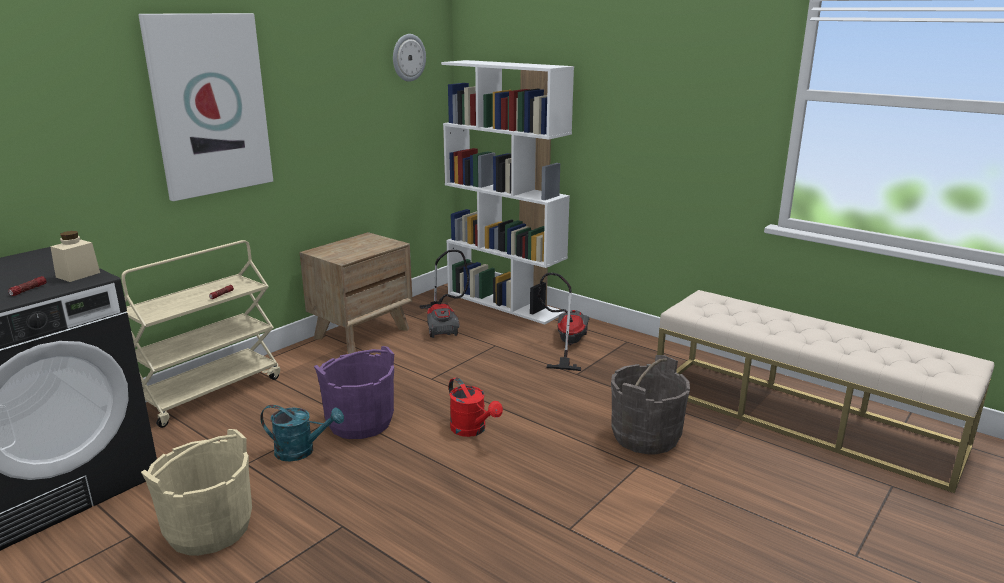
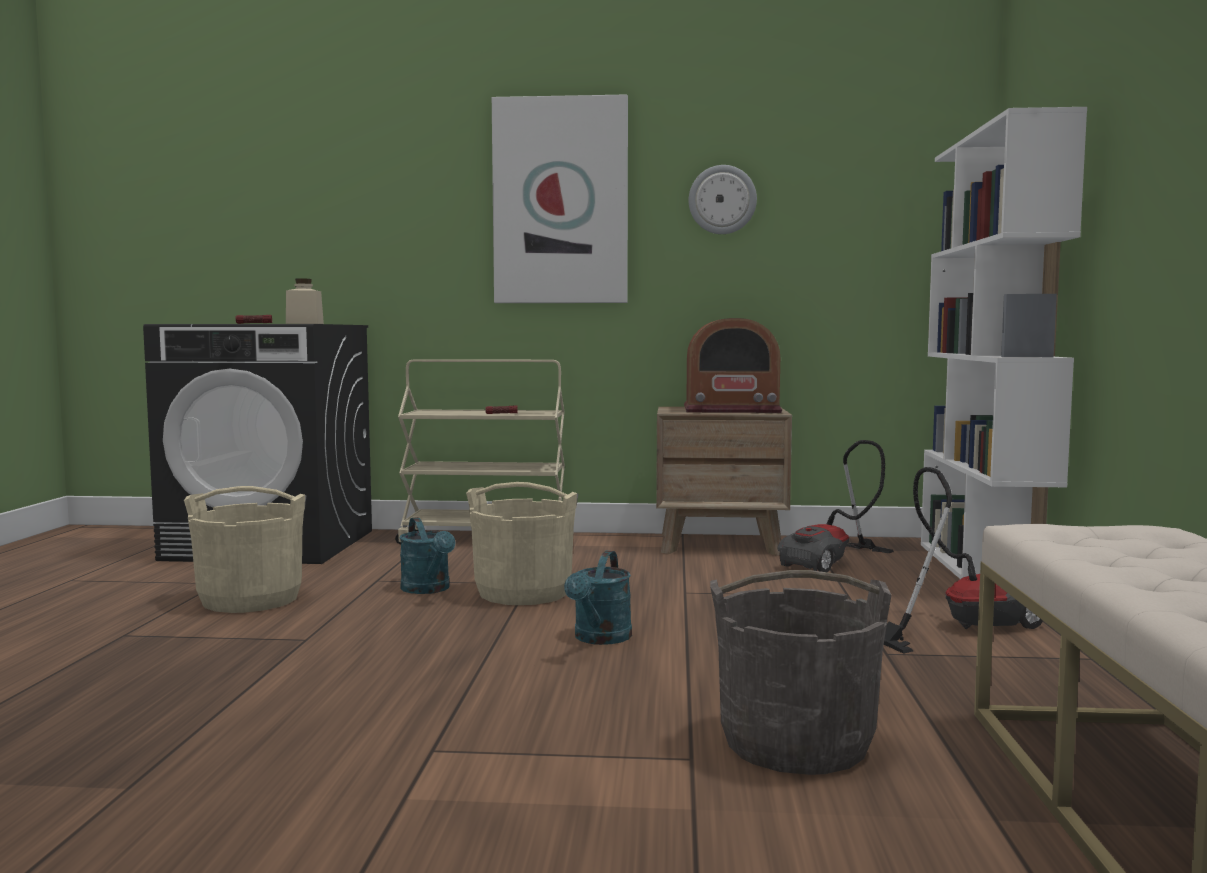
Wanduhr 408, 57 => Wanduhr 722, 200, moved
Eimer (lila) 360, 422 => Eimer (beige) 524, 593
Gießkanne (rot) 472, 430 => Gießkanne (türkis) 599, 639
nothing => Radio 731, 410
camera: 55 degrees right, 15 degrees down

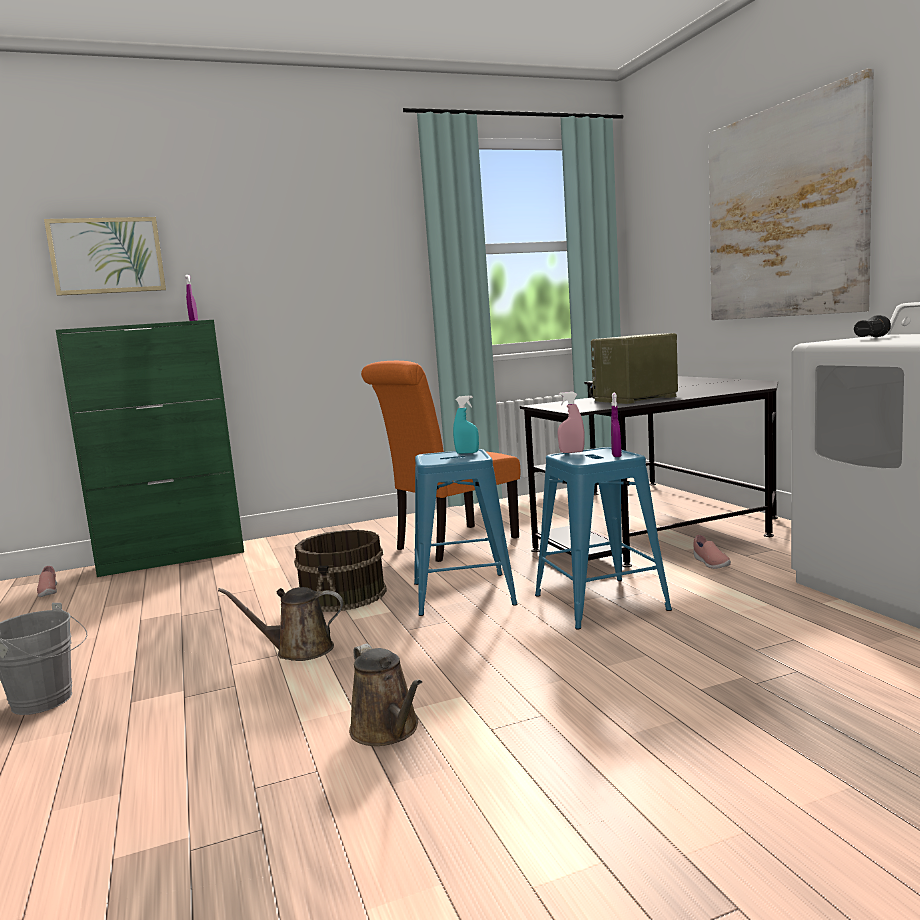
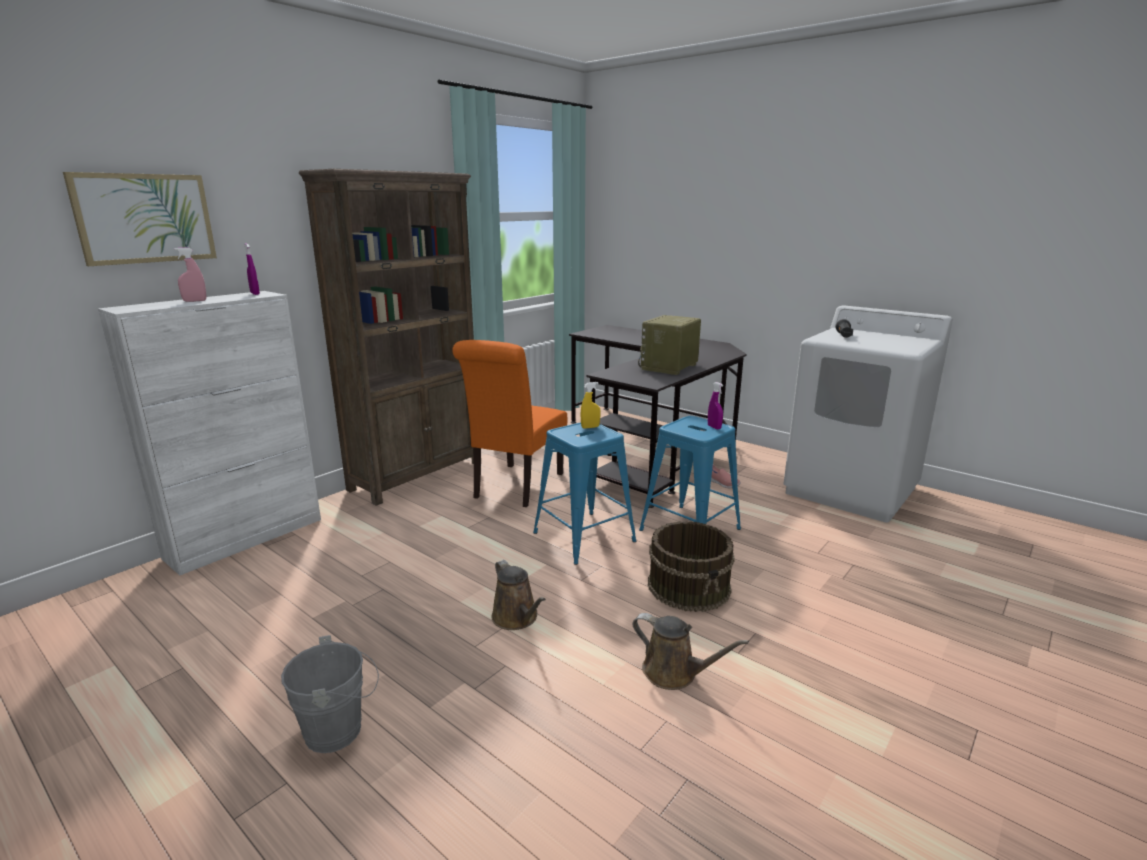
Bild 783, 213 => nothing
Schrank (grün) 173, 558 => Schrank (weiß) 247, 538
Sprühflasche (rosa) 571, 452 => Sprühflasche (rosa) 195, 301, moved
Sprühflasche (türkis) 467, 453 => Sprühflasche (gelb) 590, 427
Eimer (braun) 344, 595 => Eimer (braun) 689, 586, moved
Schuh (rosa) 48, 592 => nothing
Gießkanne (braun) 299, 650 => Gießkanne (braun) 517, 618, 90 degrees counterclockwise
nothing => Bücherregal (braun) 417, 475
camera: 30 degrees left, 10 degrees up

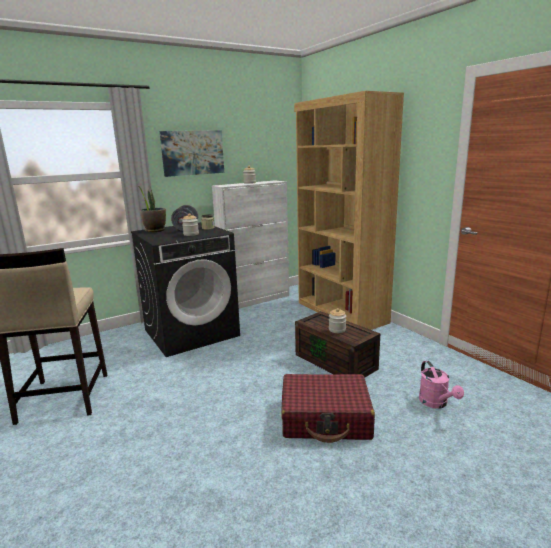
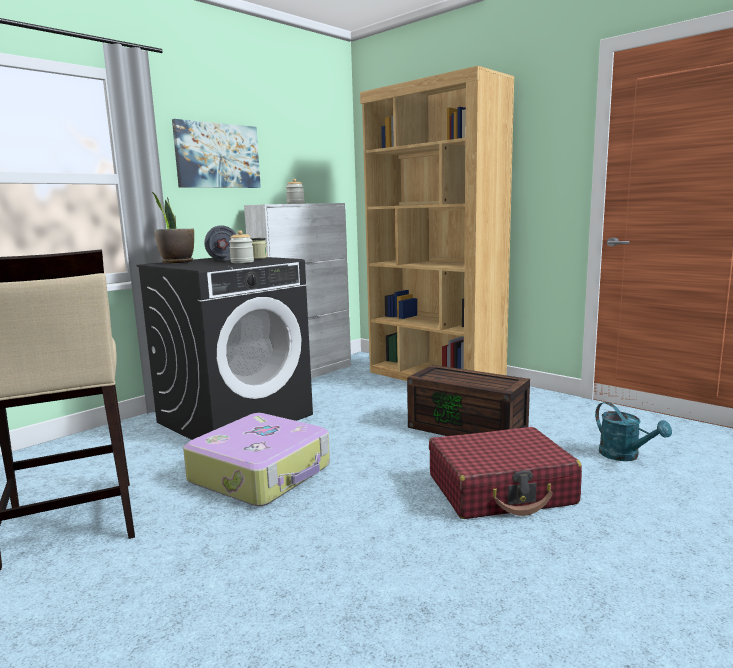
Vorratsglas 337, 330 => nothing
Gießkanne (rosa) 436, 403 => Gießkanne (türkis) 625, 456
nothing => Koffer 262, 474
camera: 15 degrees left, 5 degrees down

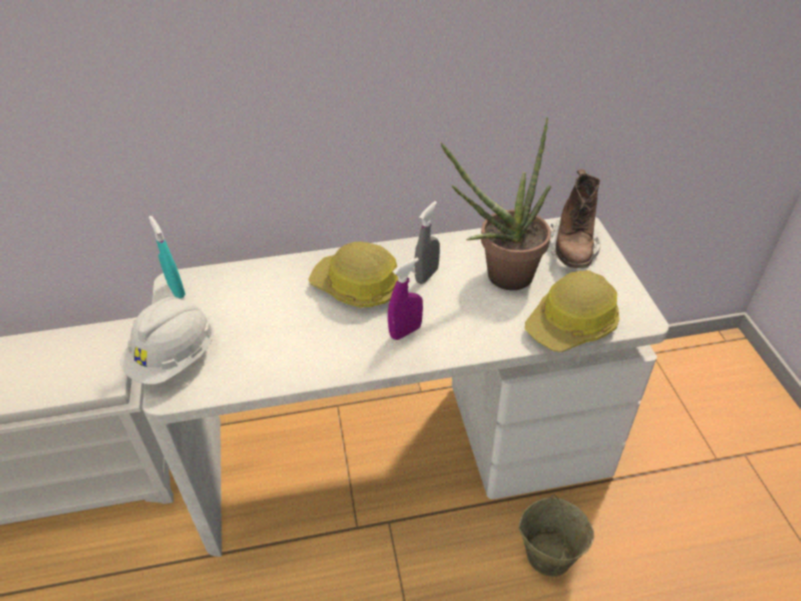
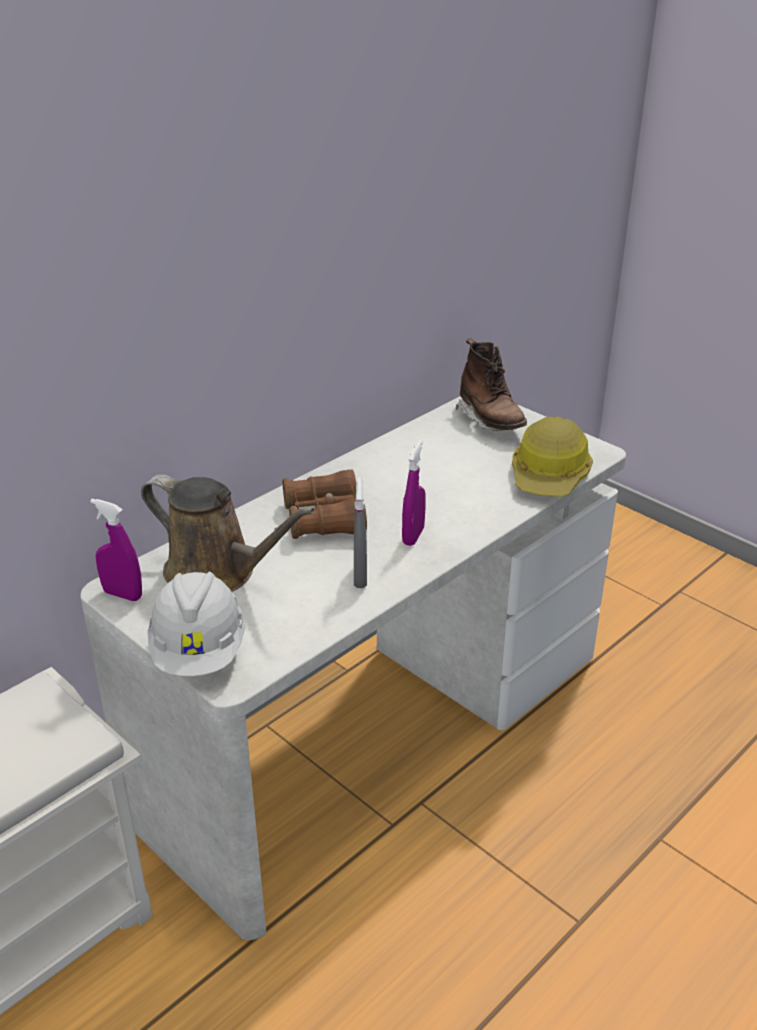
Topfpflanze 500, 277 => nothing
Sprühflasche (grau) 426, 275 => Sprühflasche (grau) 360, 577, moved
Sprühflasche (türkis) 176, 290 => Sprühflasche (lila) 122, 594
Schutzhelm 358, 287 => Fernglas (braun) 325, 519
Eimer (beige) 548, 554 => nothing
nothing => Gießkanne (braun) 217, 573
camera: 35 degrees left, 10 degrees down

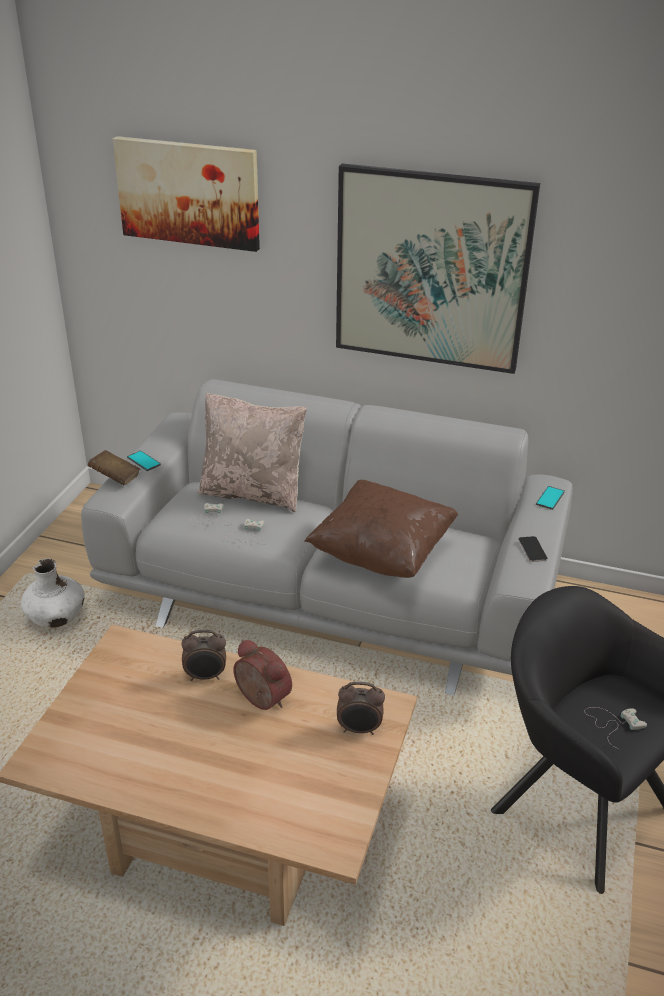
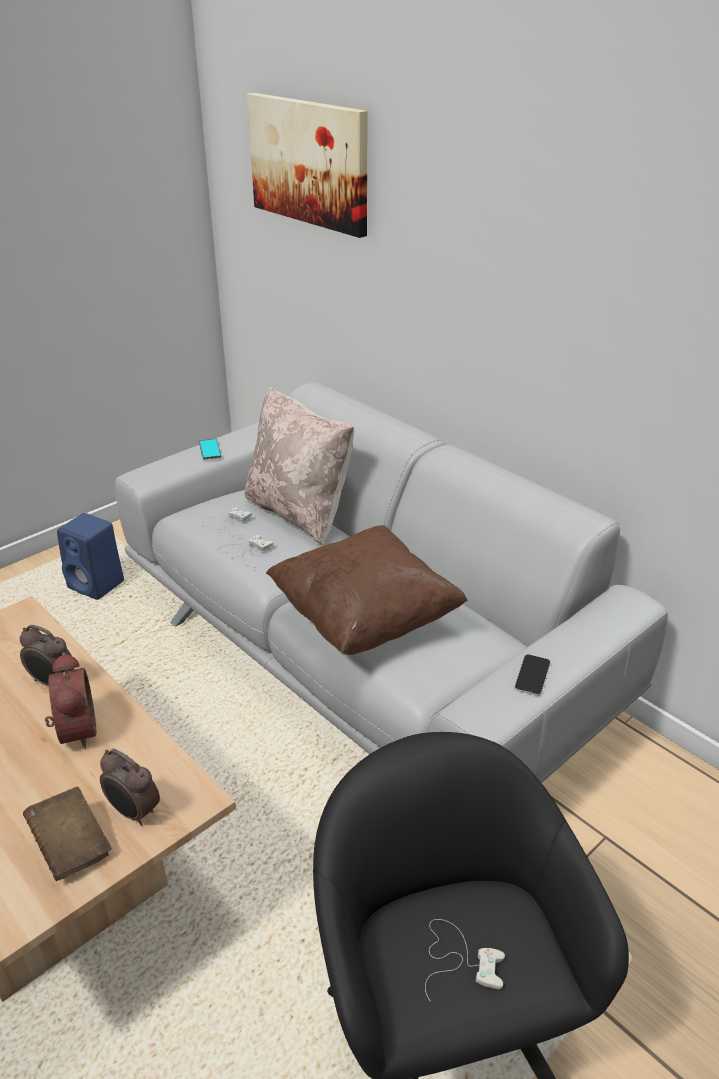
Bild 431, 269 => nothing
Buch (braun) 115, 478 => Buch (braun) 71, 846, moved
Handy 550, 498 => nothing
Vase (weiß) 57, 619 => Lautsprecher (blau) 98, 585
camera: 30 degrees right, 0 degrees up

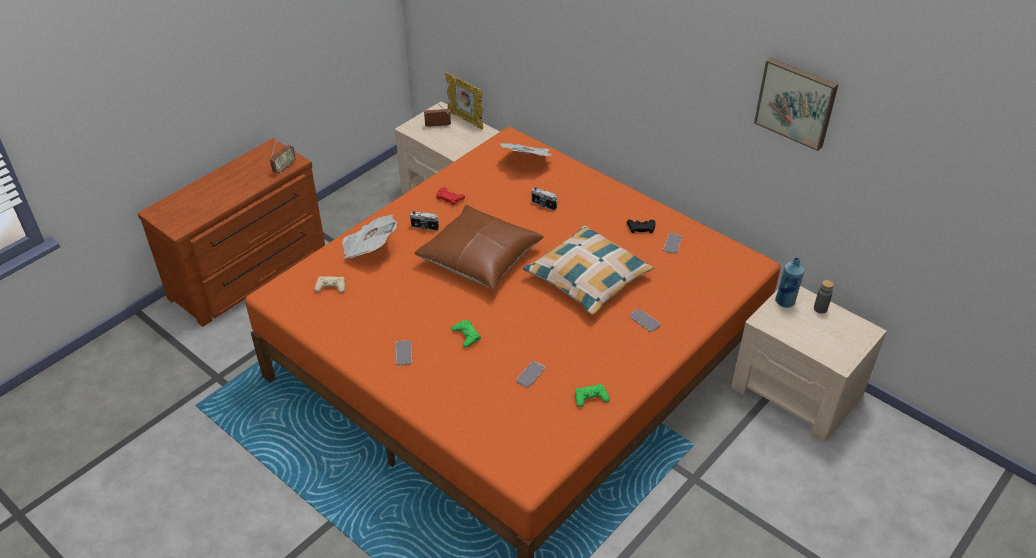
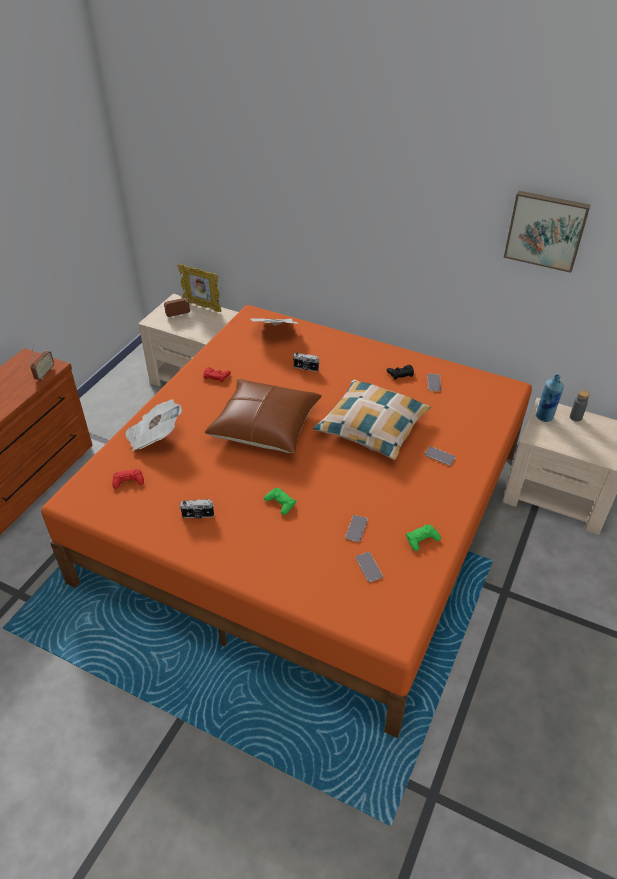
Kamera 424, 227 => Kamera 198, 515, moved
Gamepad (beige) 331, 287 => Gamepad (rot) 128, 481
Handy 403, 353 => Handy 368, 567, moved
camera: 15 degrees left, 0 degrees up

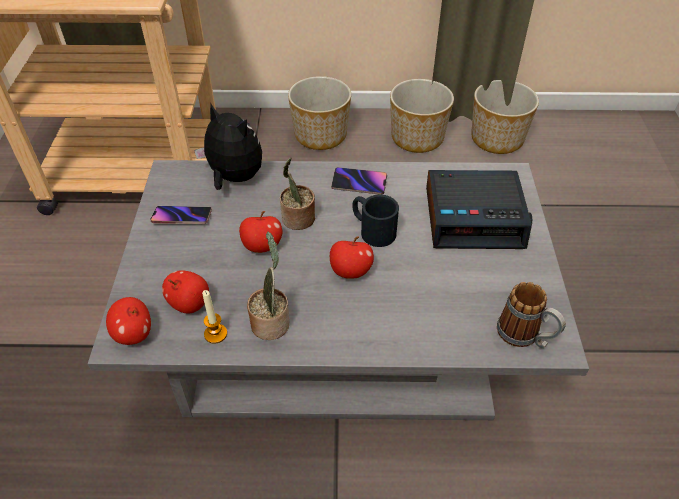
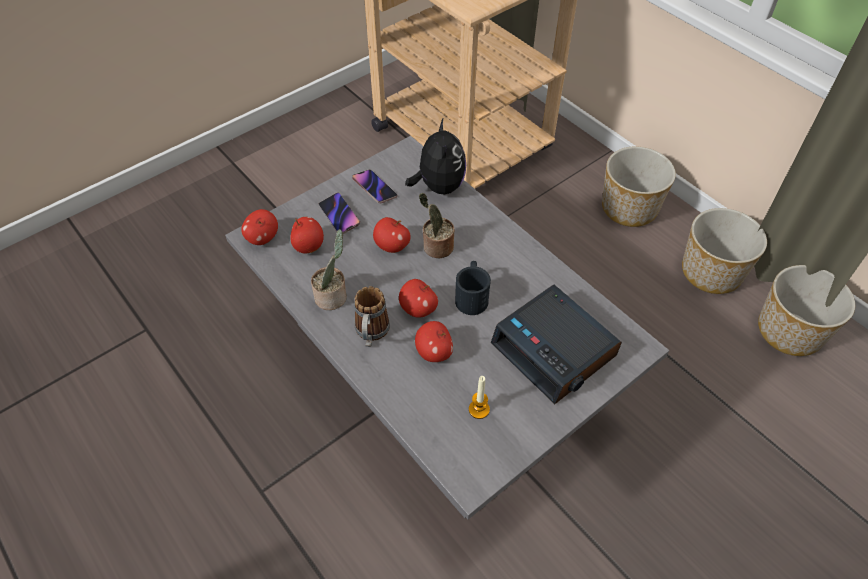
Handy 359, 183 => Handy 339, 215, moved
Henkelbecher 525, 337 => Henkelbecher 371, 334, moved
Kerze 215, 334 => Kerze 479, 409, moved
nothing => Apfel 434, 352
camera: 50 degrees right, 5 degrees up

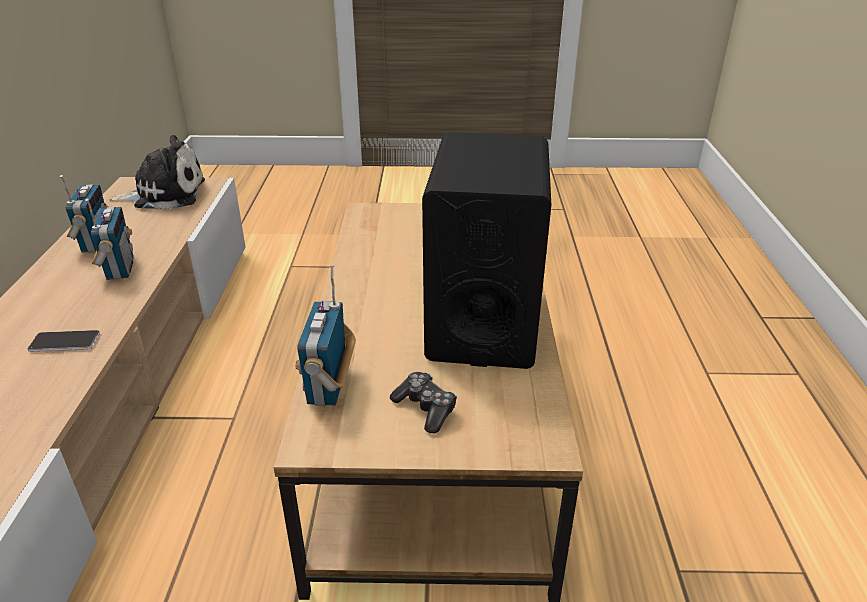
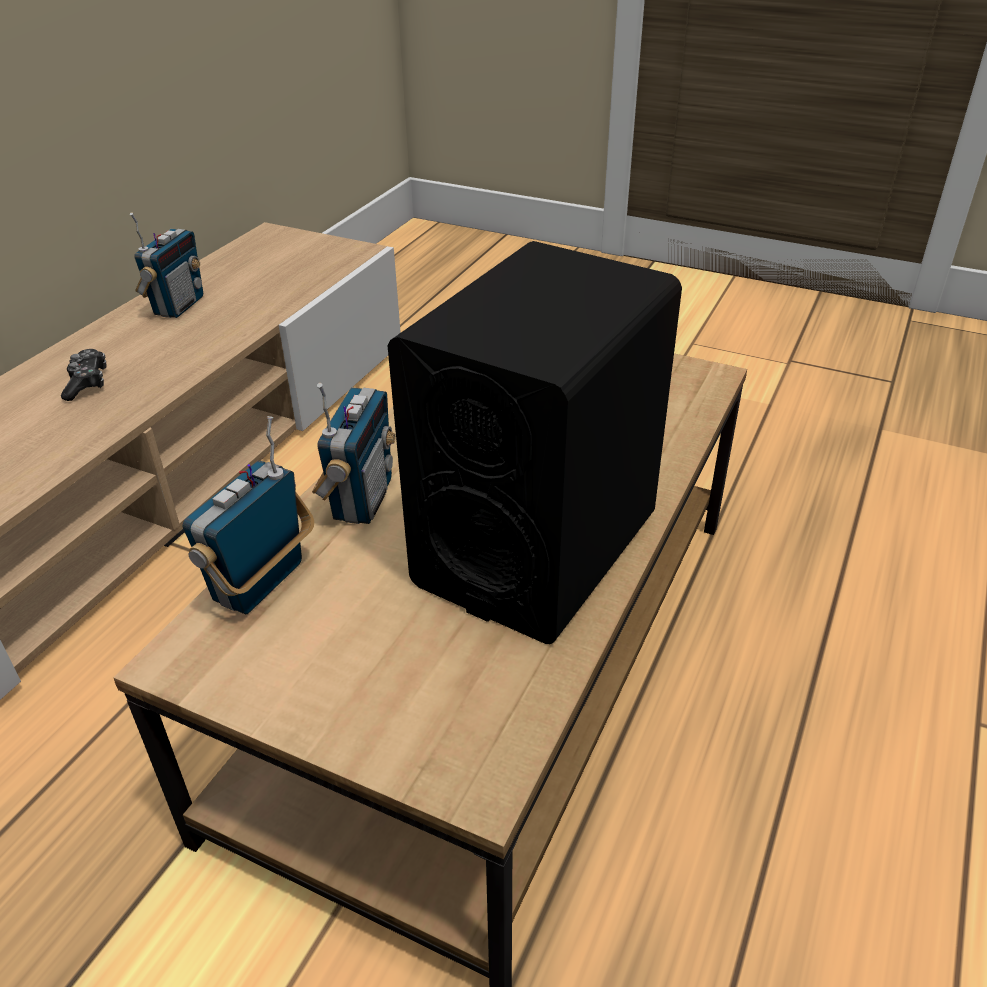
Plüschtier 165, 194 => nothing
Radio 119, 269 => Radio 361, 499, moved
Handy 65, 342 => nothing
Gamepad 425, 408 => Gamepad 87, 383, moved
camera: 25 degrees right, 5 degrees up

